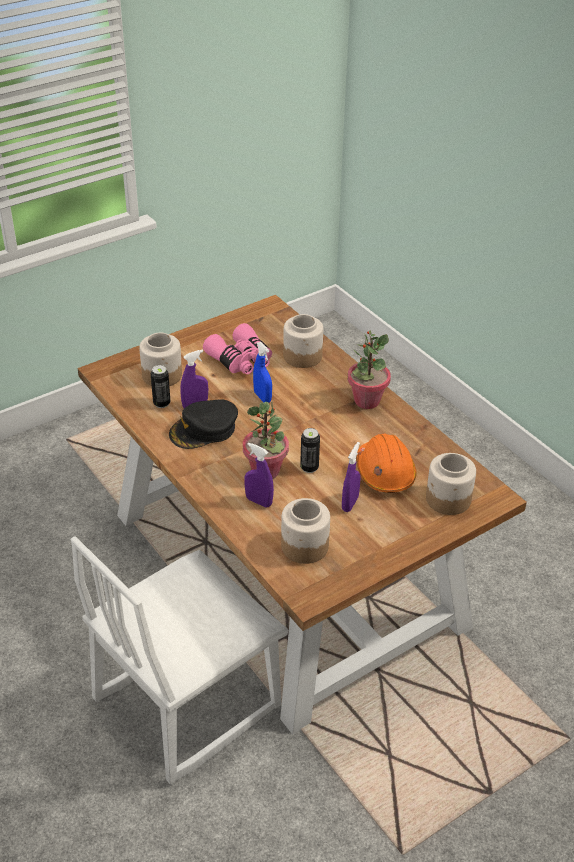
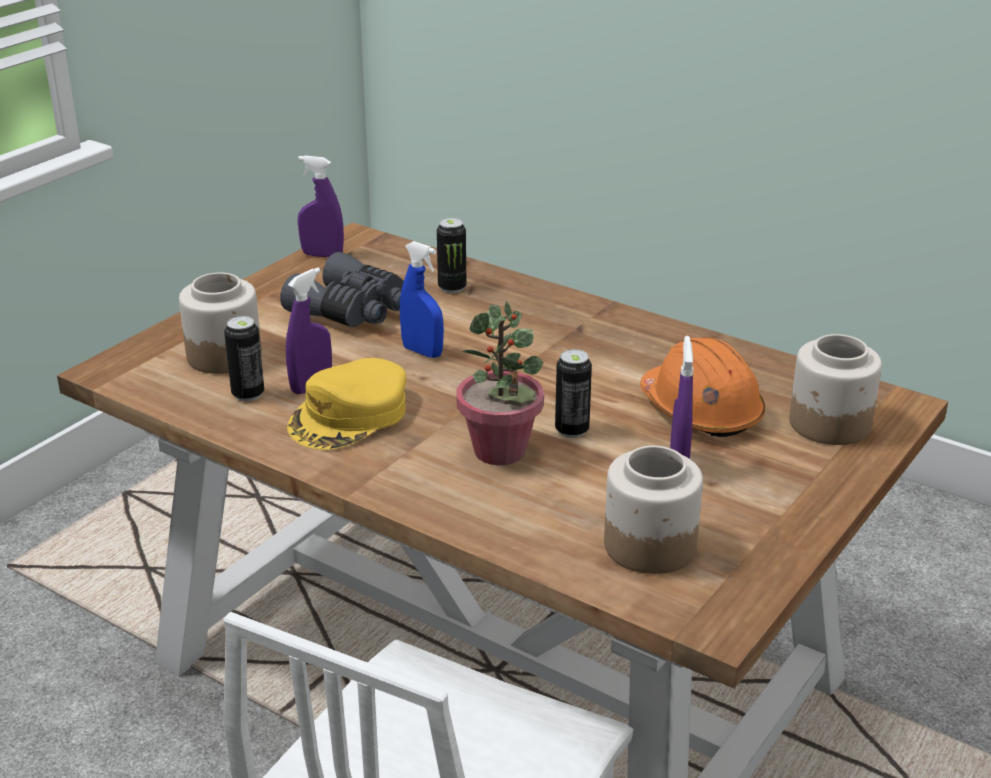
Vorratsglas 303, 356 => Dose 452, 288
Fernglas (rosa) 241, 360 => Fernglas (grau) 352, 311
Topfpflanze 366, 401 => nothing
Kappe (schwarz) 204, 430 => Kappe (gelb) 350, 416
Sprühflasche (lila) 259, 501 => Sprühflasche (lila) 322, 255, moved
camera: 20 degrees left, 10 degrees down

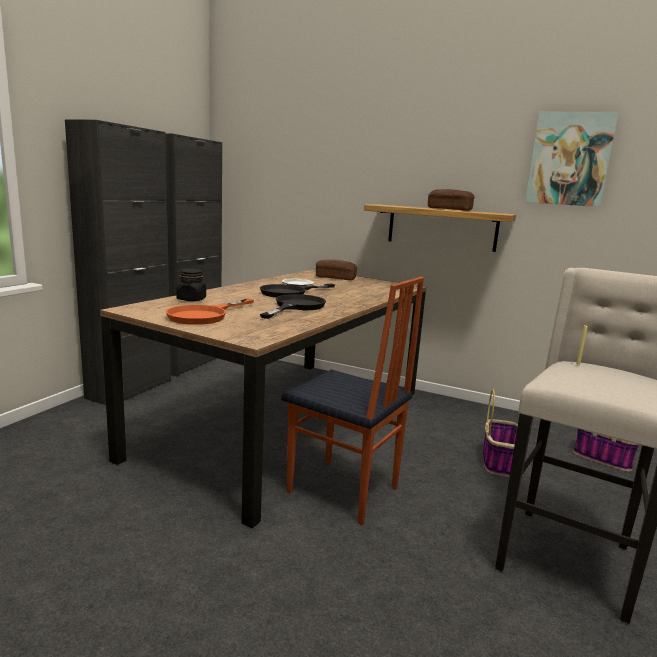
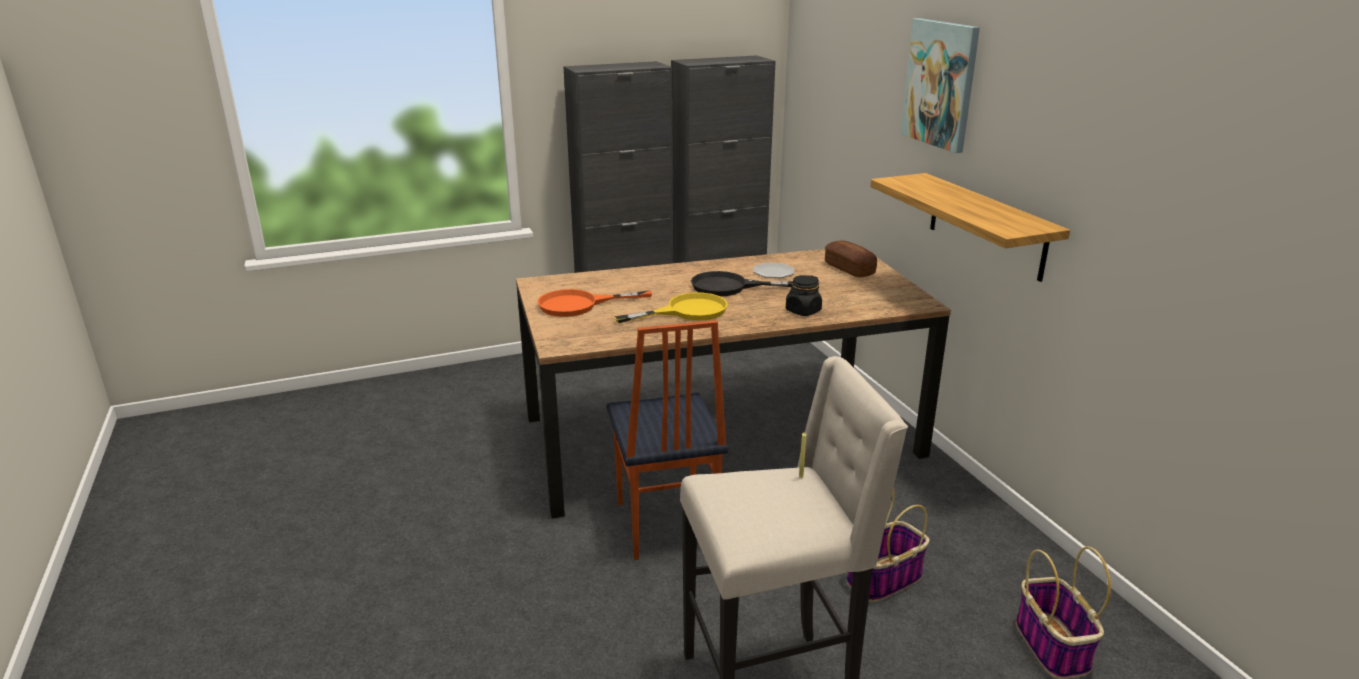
Bild 569, 159 => Bild 940, 84, moved
Brot 449, 209 => nothing
Vorratsglas (schwarz) 191, 299 => Vorratsglas (schwarz) 803, 311, moved
Pfanne (schwarz) 295, 307 => Pfanne (gelb) 686, 311
camera: 45 degrees right, 10 degrees up

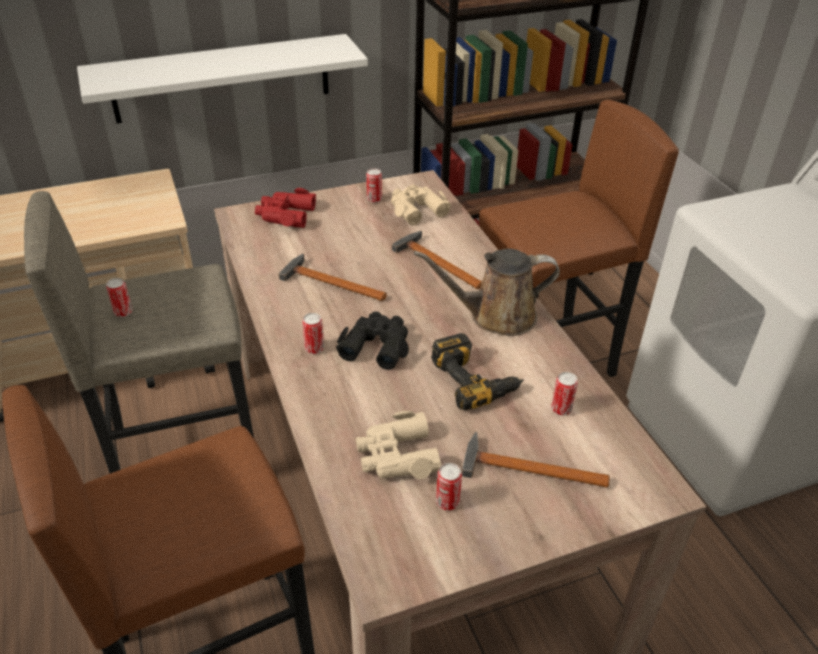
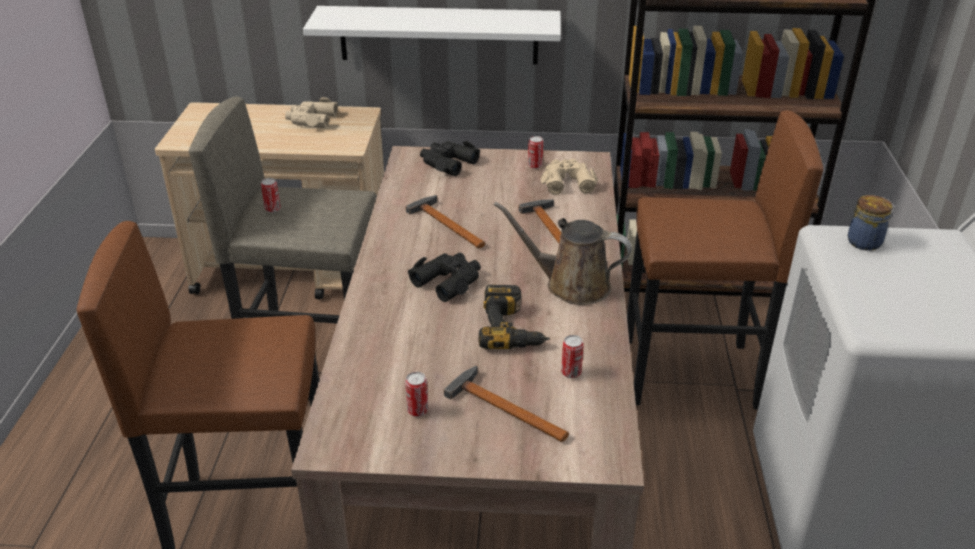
Fernglas (rot) 285, 215 => Fernglas (schwarz) 447, 163
Dose 314, 349 => nothing
Fernglas (beige) 397, 456 => Fernglas (beige) 311, 120, moved
nothing => Vorratsglas 864, 241
camera: 25 degrees right, 5 degrees down

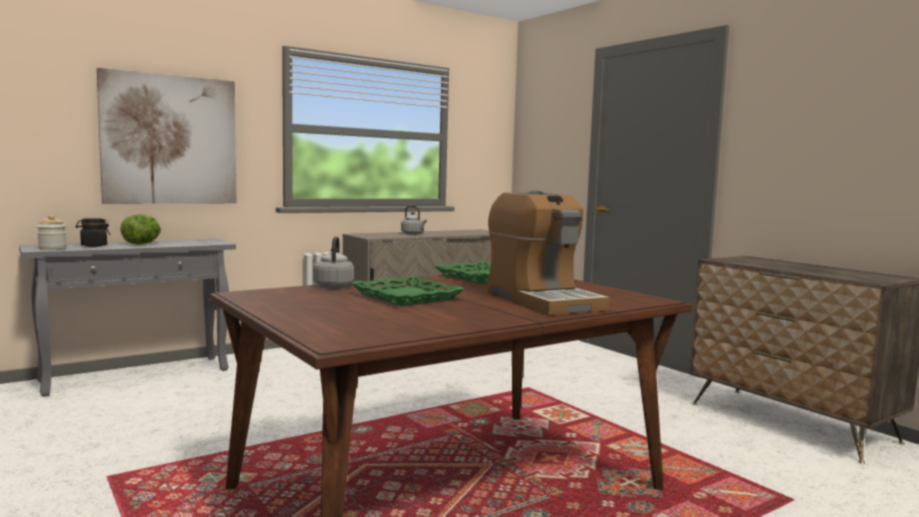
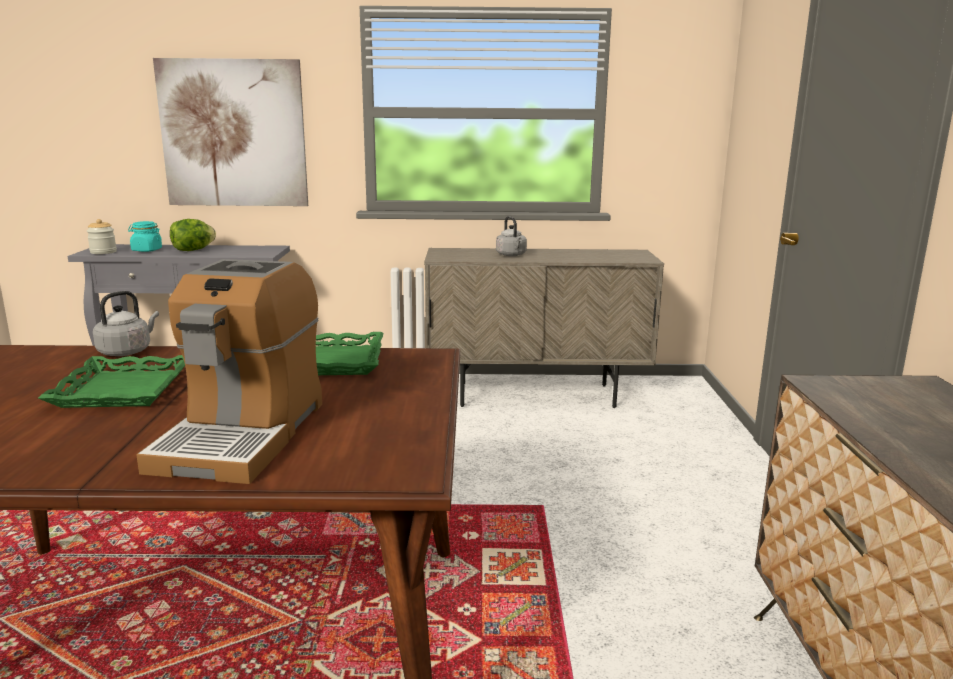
Vorratsglas (schwarz) 93, 246 => Vorratsglas (türkis) 146, 250
camera: 35 degrees right, 10 degrees up

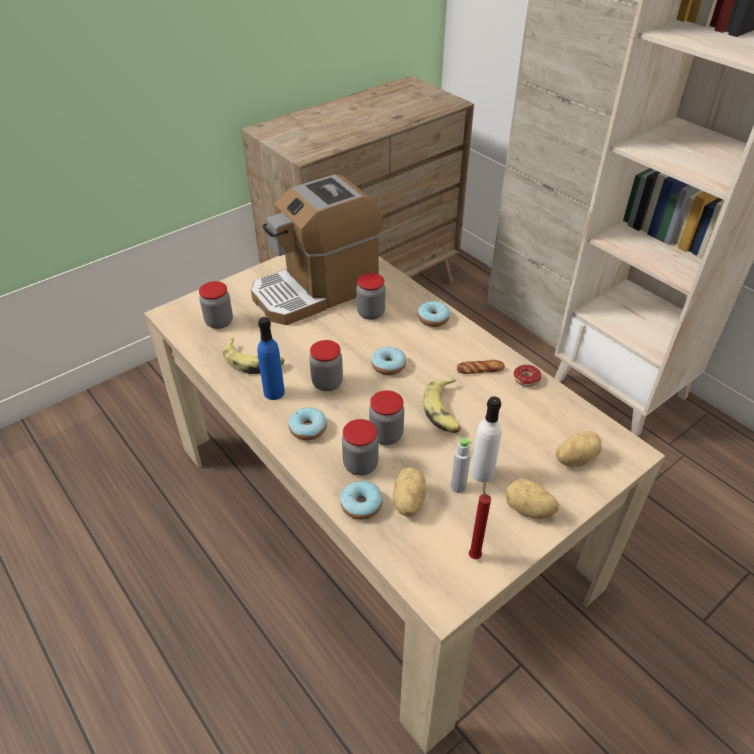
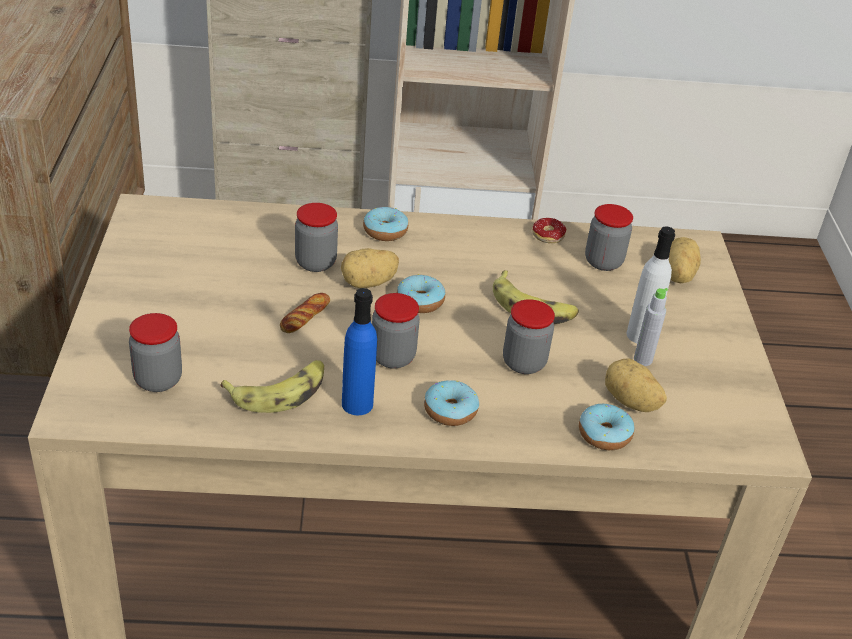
Kaffeemaschine 316, 290 => nothing
Brot 480, 370 => Brot 305, 317, moved
Vorratsglas 360, 465 => Vorratsglas 603, 262, moved
Kartoffel 528, 510 => Kartoffel 369, 283, moved
Kerze (rot) 474, 554 => nothing
camera: 55 degrees left, 5 degrees down

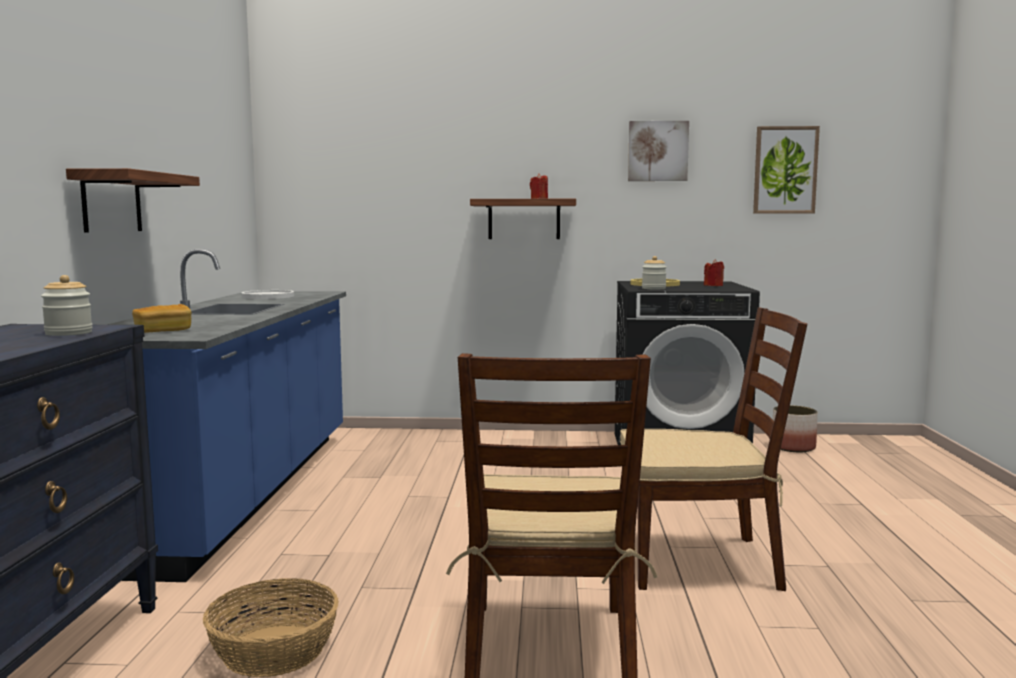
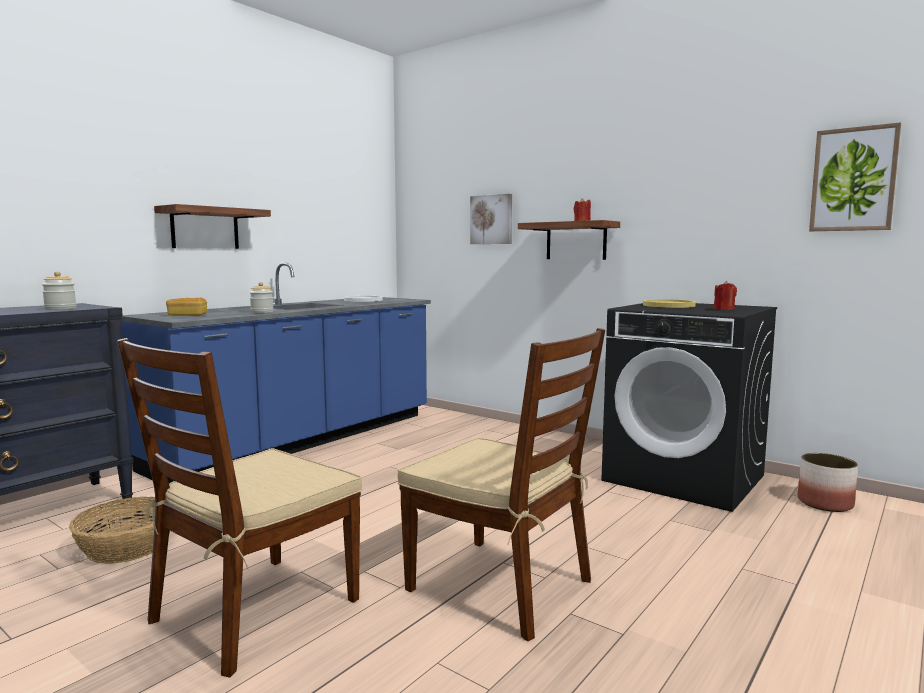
Bild 658, 151 => Bild 491, 219, moved
Vorratsglas 653, 288 => Vorratsglas 262, 312, moved
camera: 35 degrees right, 0 degrees up

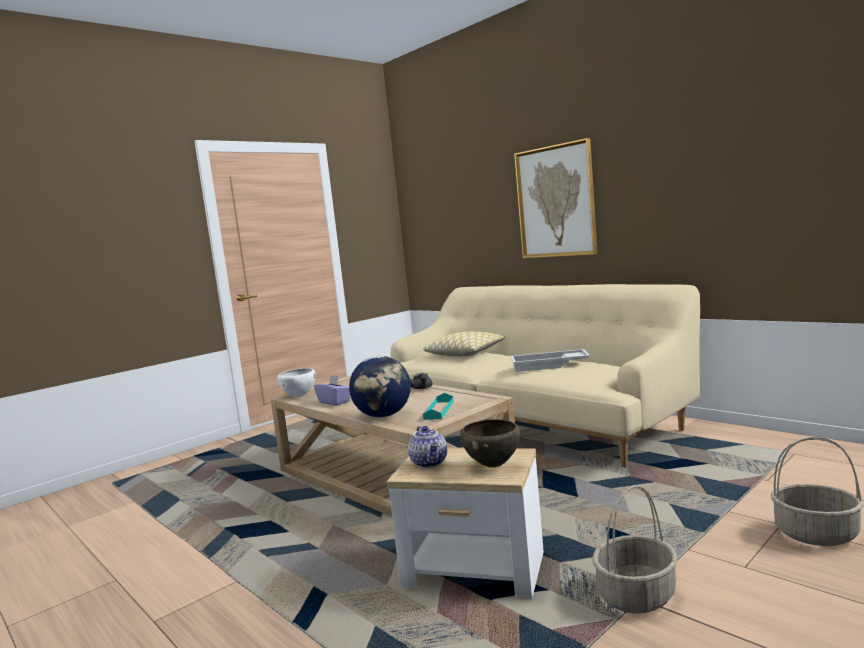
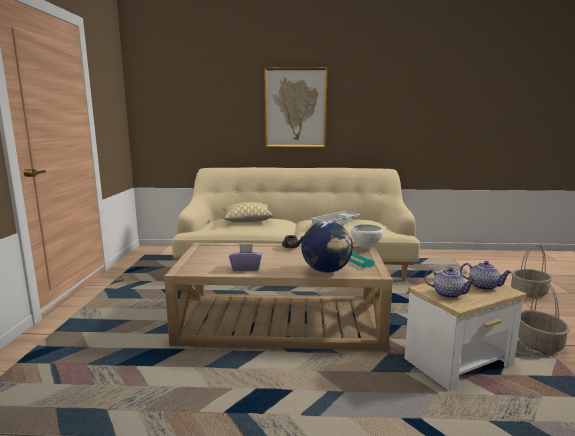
Schüssel (weiß) 299, 396 => Schüssel (weiß) 365, 248, moved
Schüssel (braun) 493, 465 => Teekanne 483, 286
camera: 45 degrees left, 5 degrees up

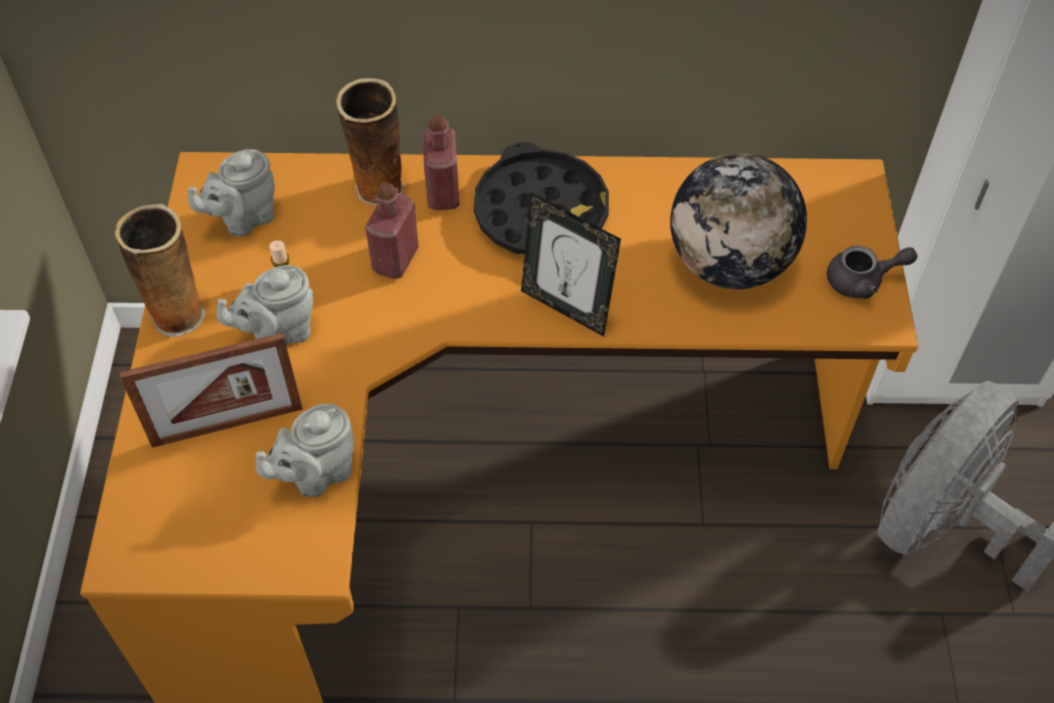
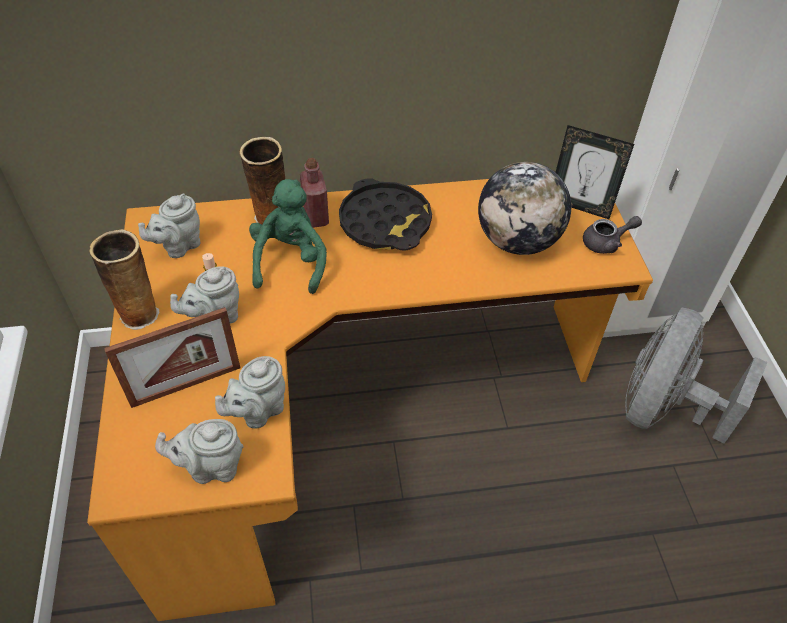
Flasche (rot) 395, 259 => Plüschtier (grün) 290, 262
Bilderrahmen 566, 308 => Bilderrahmen 579, 206, moved
nothing => Teekanne (grau) 211, 467
camera: 10 degrees left, 5 degrees down

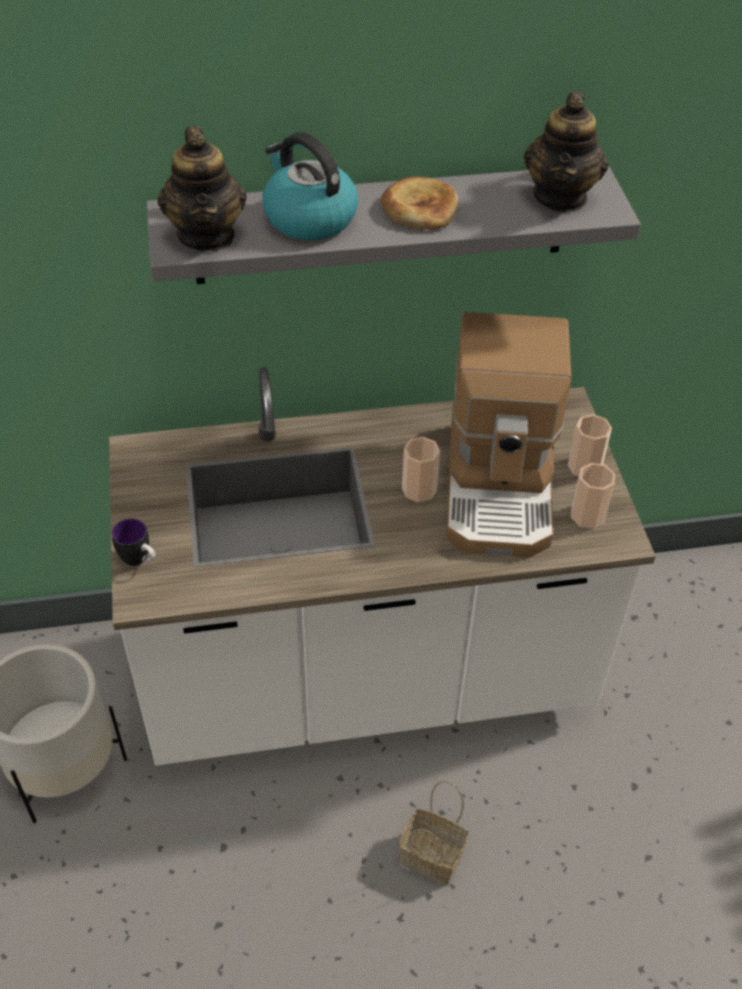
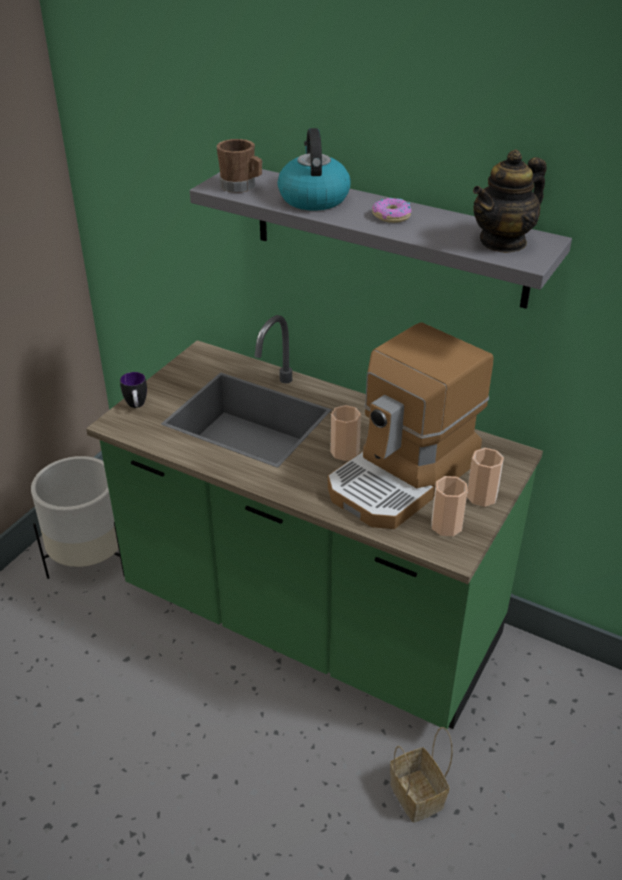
Teekanne 207, 235 => Henkelbecher (braun) 241, 187
Brot 419, 208 => Donut 391, 216
Küchenzeile (weiß) 366, 677 => Küchenzeile (grün) 311, 619
Korb 434, 856 => Korb 418, 796, moved
camera: 40 degrees right, 10 degrees down

